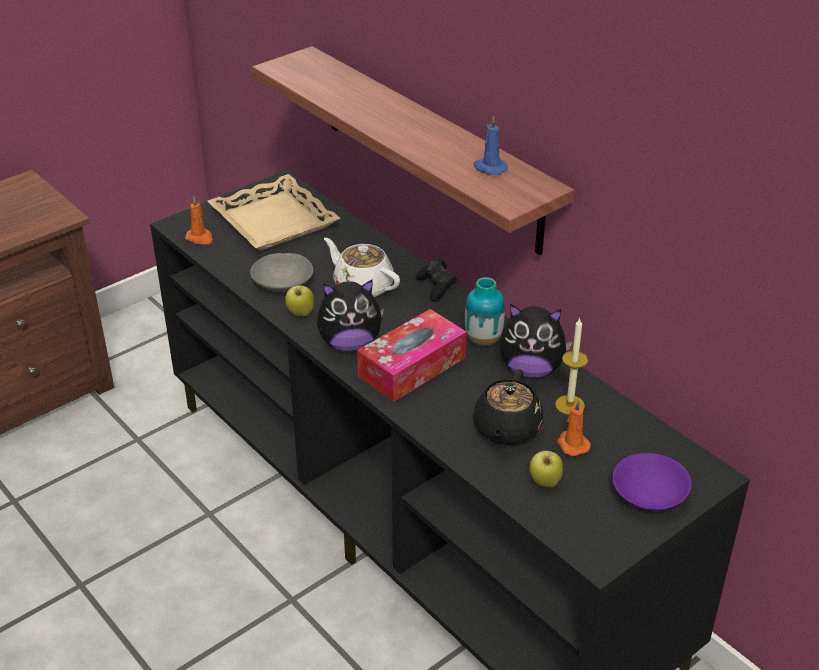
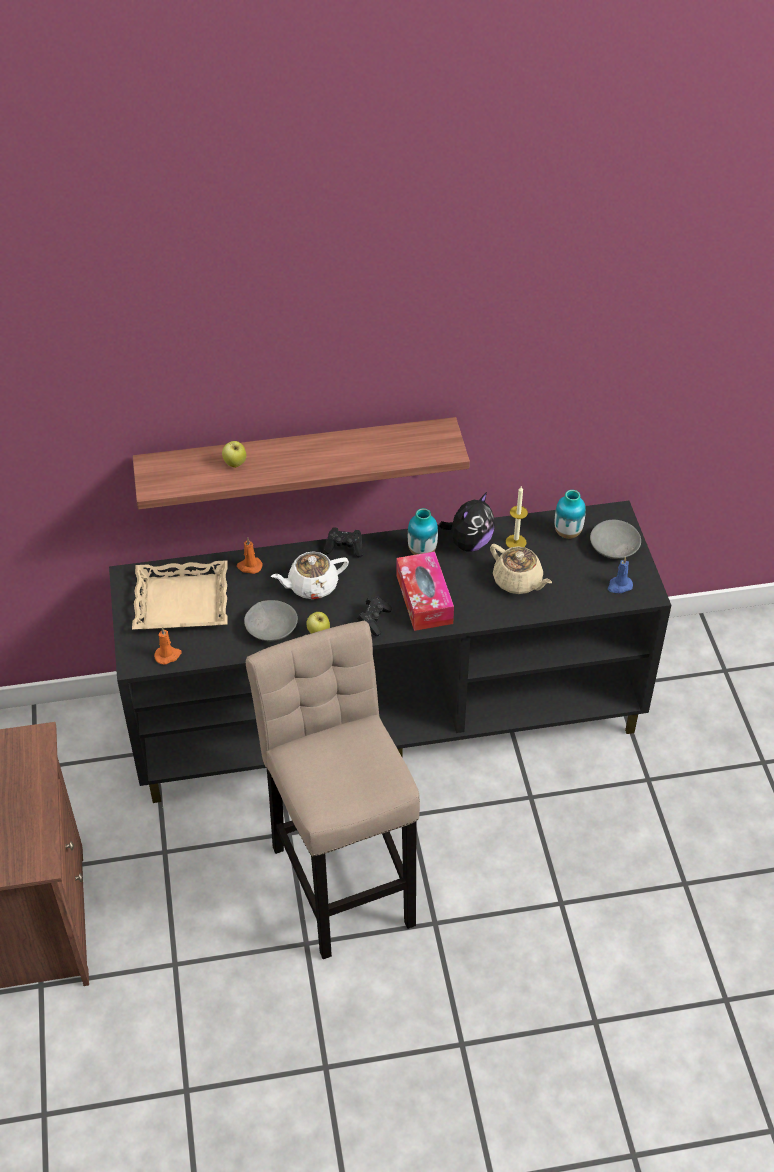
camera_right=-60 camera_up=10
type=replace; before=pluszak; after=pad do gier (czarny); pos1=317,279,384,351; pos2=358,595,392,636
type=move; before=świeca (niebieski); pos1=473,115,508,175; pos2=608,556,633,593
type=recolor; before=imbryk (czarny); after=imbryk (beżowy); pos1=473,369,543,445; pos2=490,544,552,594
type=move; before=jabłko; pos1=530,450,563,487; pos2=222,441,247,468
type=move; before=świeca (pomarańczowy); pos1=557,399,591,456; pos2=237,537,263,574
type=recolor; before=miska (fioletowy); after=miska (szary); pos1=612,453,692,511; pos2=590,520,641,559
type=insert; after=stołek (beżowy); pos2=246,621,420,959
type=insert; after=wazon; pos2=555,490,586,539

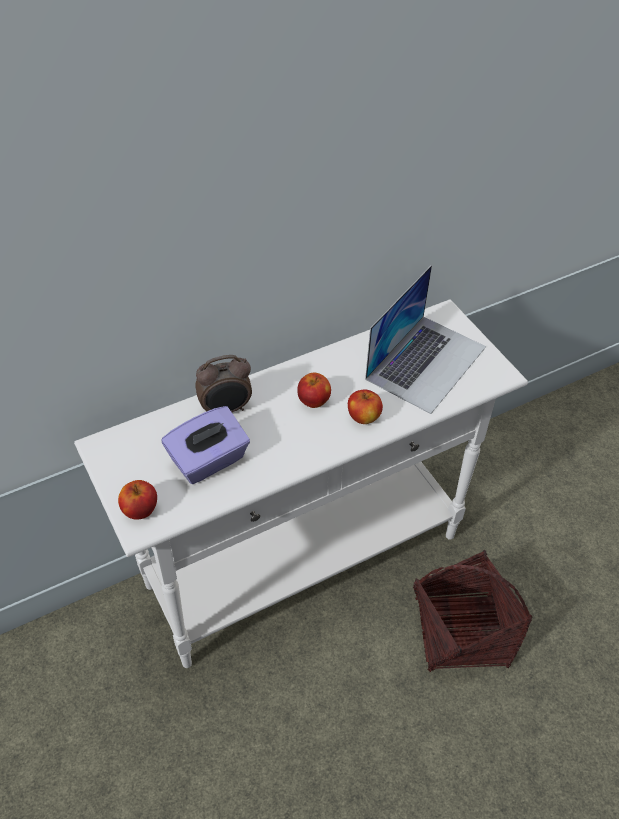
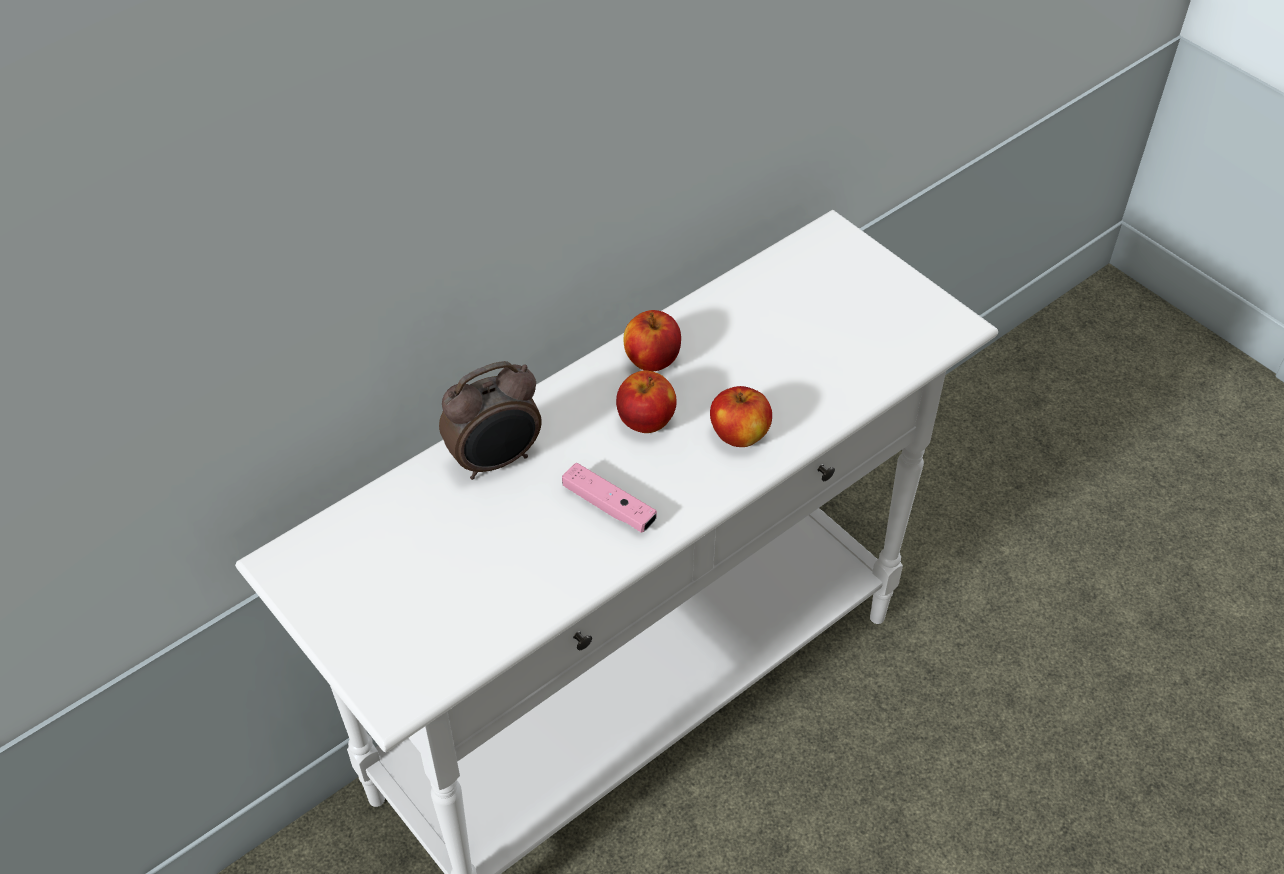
camera_right=-10 camera_up=0
type=move; before=jabłko; pos1=118,480,157,520; pos2=624,310,681,371
type=delete; before=pudełko chusteczek (fioletowy); pos1=162,406,250,484
type=delete; before=laptop; pos1=365,265,486,414
type=delete; before=koszyk; pos1=413,550,532,672
type=insert; after=pad do gier (różowy); pos2=562,463,657,533

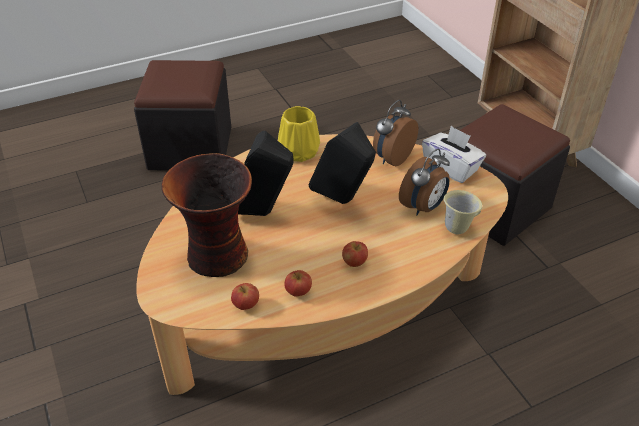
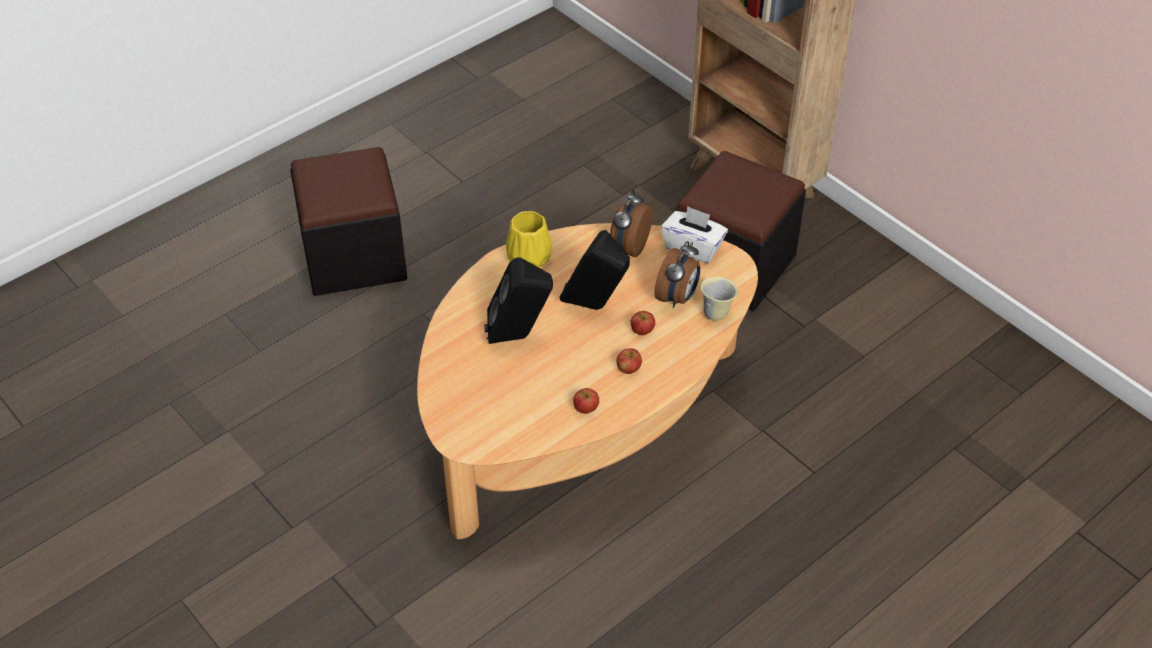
camera_right=-15 camera_up=5
type=delete; before=wazon; pos1=161,153,252,277
type=move; before=jabłko; pos1=231,283,259,310; pos2=631,311,655,335

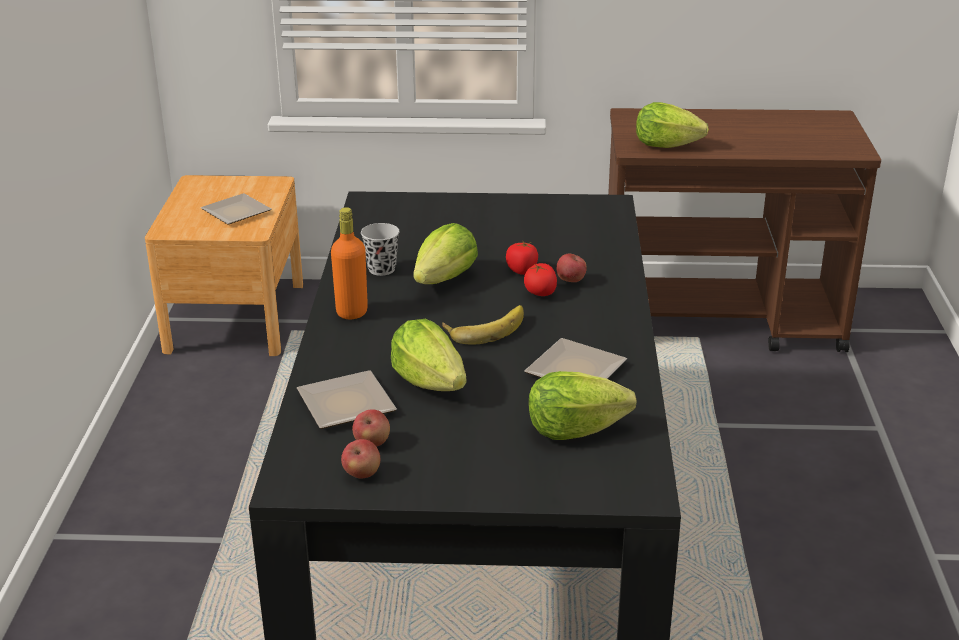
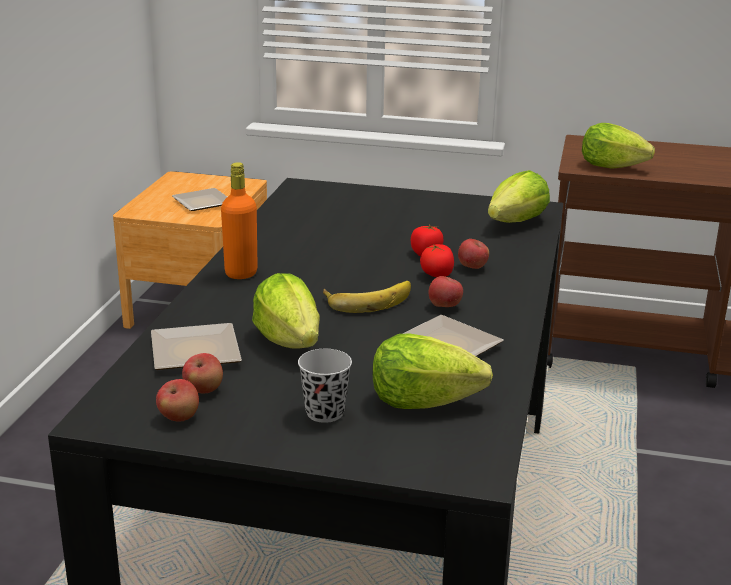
camera_right=10 camera_up=-5
type=move; before=filiżanka (czarny); pos1=361,223,399,276; pos2=298,349,352,423
type=move; before=sałata; pos1=413,223,478,284; pos2=488,170,550,223
type=insert; after=jabłko; pos2=429,276,463,307

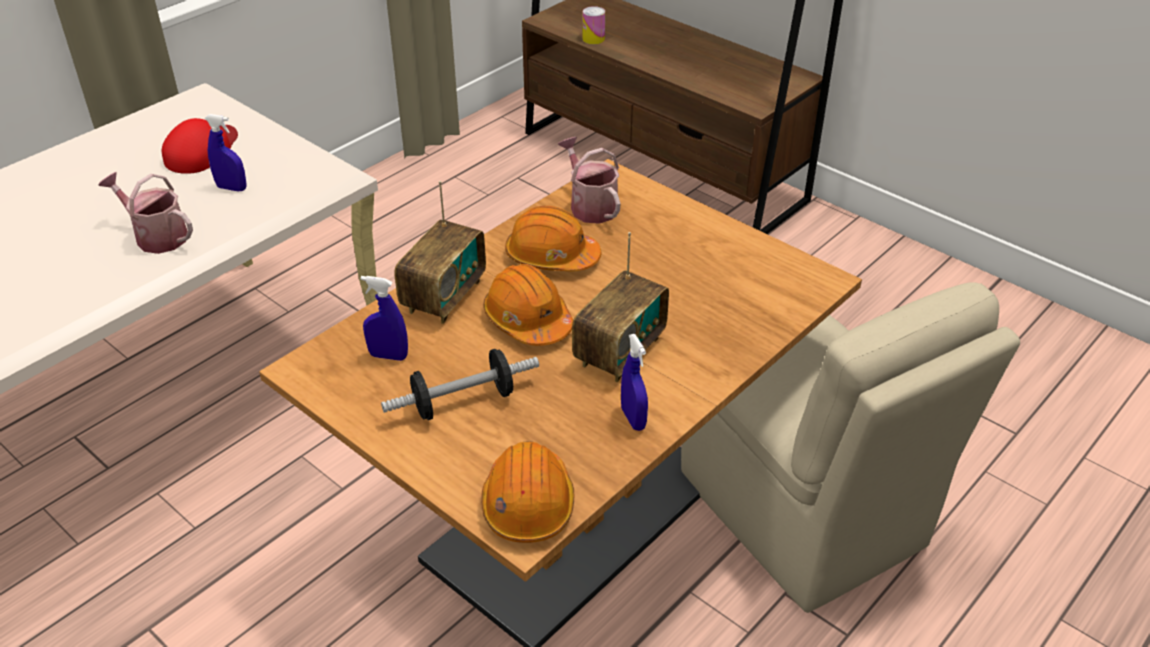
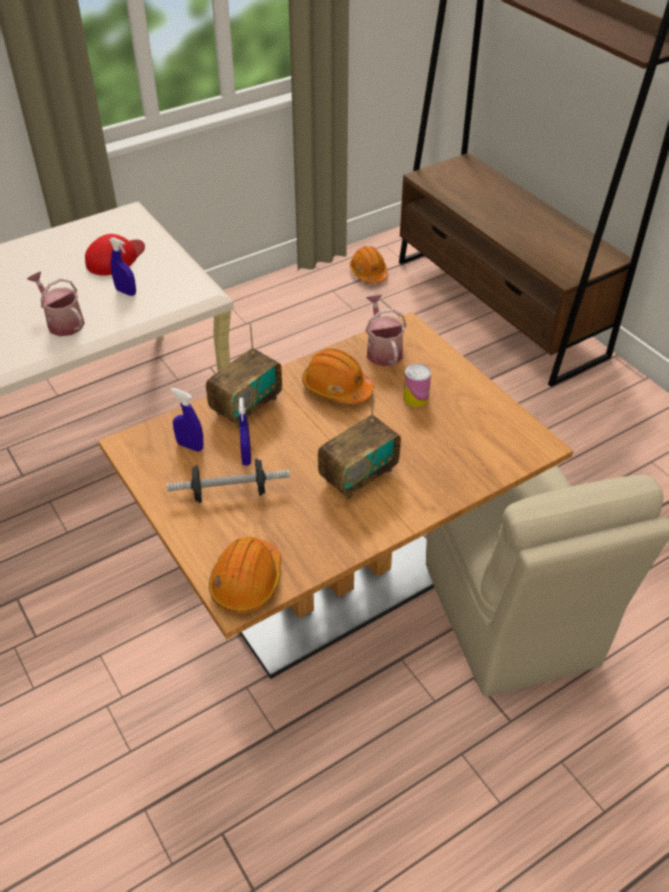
camera_right=15 camera_up=5
type=move; before=kask (pomarańczowy); pos1=483,264,573,346; pos2=350,246,388,283
type=move; before=puszka; pos1=583,6,605,44; pos2=403,364,431,407
type=move; before=spryskiwacz (niebieski); pos1=621,334,648,431; pos2=239,397,251,466

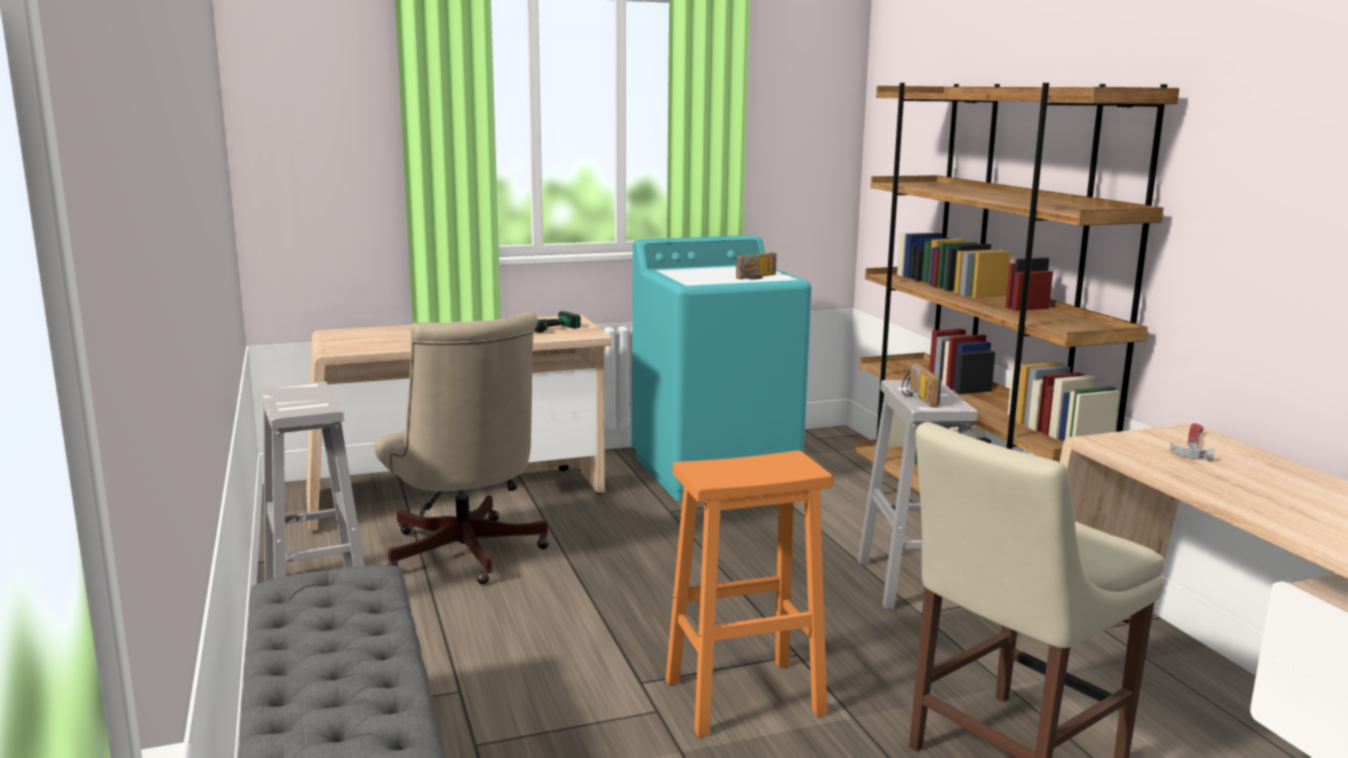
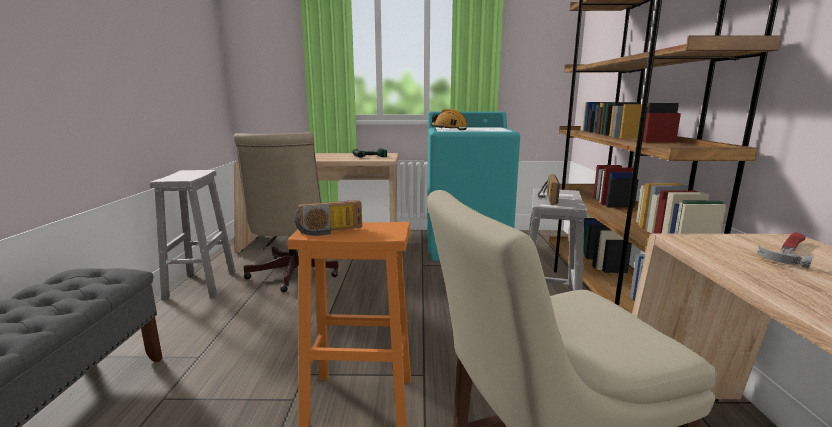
camera_right=20 camera_up=0
type=move; before=radio; pos1=736,252,777,279; pos2=294,200,362,236
type=insert; after=kask (pomarańczowy); pos2=431,109,468,130

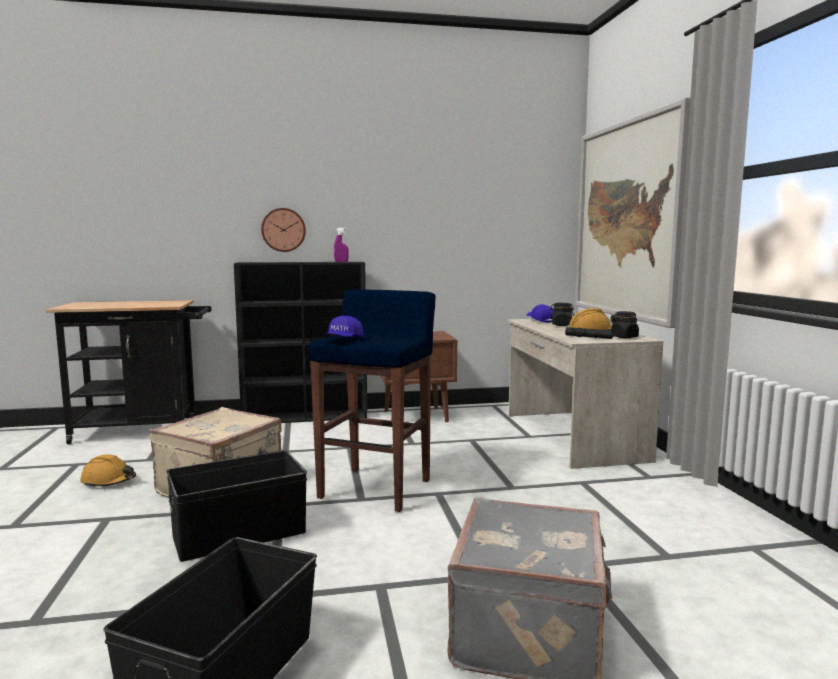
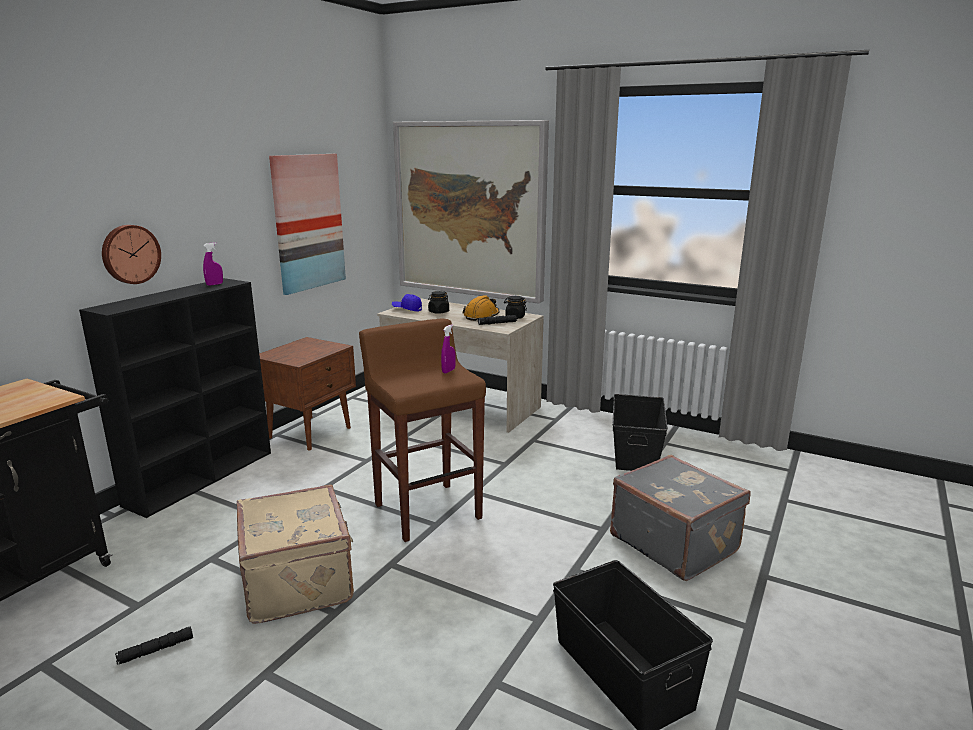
camera_right=-50 camera_up=10
type=replace; before=kask (pomarańczowy); after=latarka (czarny); pos1=80,454,136,488; pos2=115,626,193,665
type=move; before=pojemnik do przechowywania (czarny); pos1=167,450,307,562; pos2=612,394,668,471
type=recolor; before=stołek (niebieski); after=stołek (brązowy); pos1=308,289,436,512; pos2=359,318,486,542
type=delete; before=czapka z daszkiem (niebieski); pos1=323,316,363,337
type=insert; after=obraz; pos2=269,154,346,295
type=insert; after=spryskiwacz (fioletowy); pos2=441,325,456,373

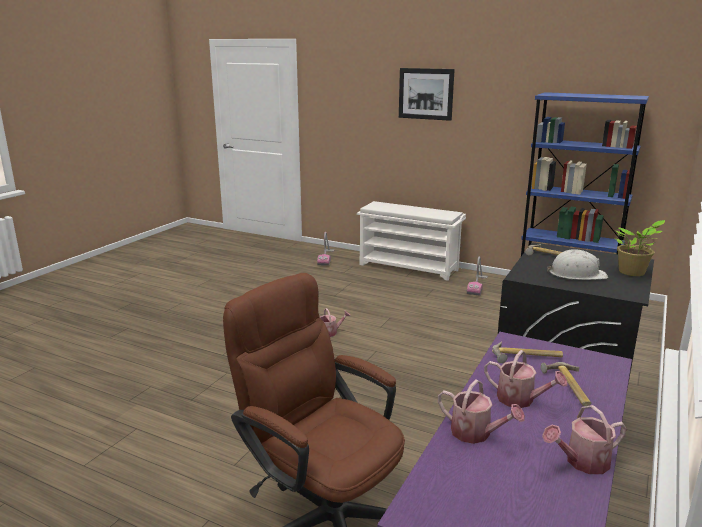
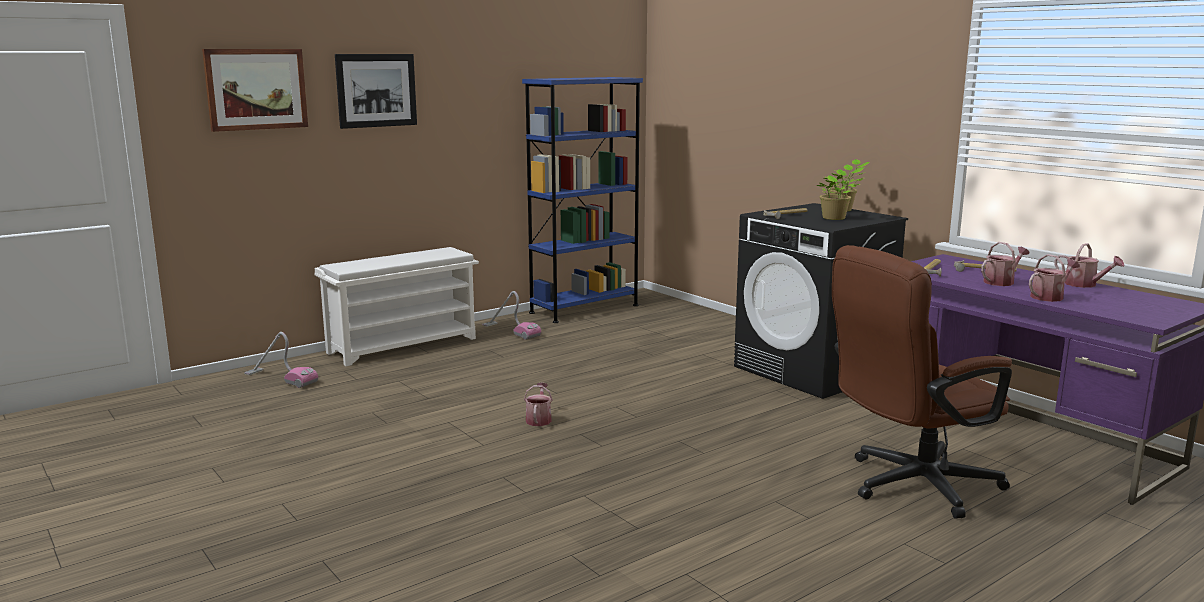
camera_right=-65 camera_up=-5
type=rotate; before=konewka; pos1=542,405,627,474; pos2=1054,243,1125,288; turn=-45
type=replace; before=kask (biały); after=roślina doniczkowa; pos1=547,249,608,280; pos2=816,164,865,220
type=insert; after=obraz; pos2=202,49,308,132

